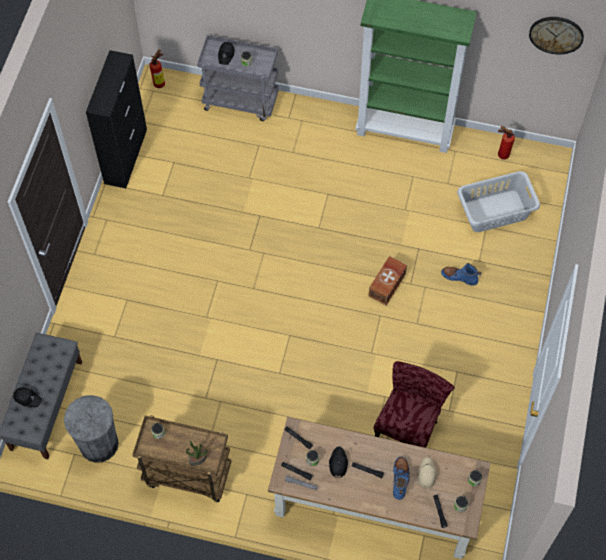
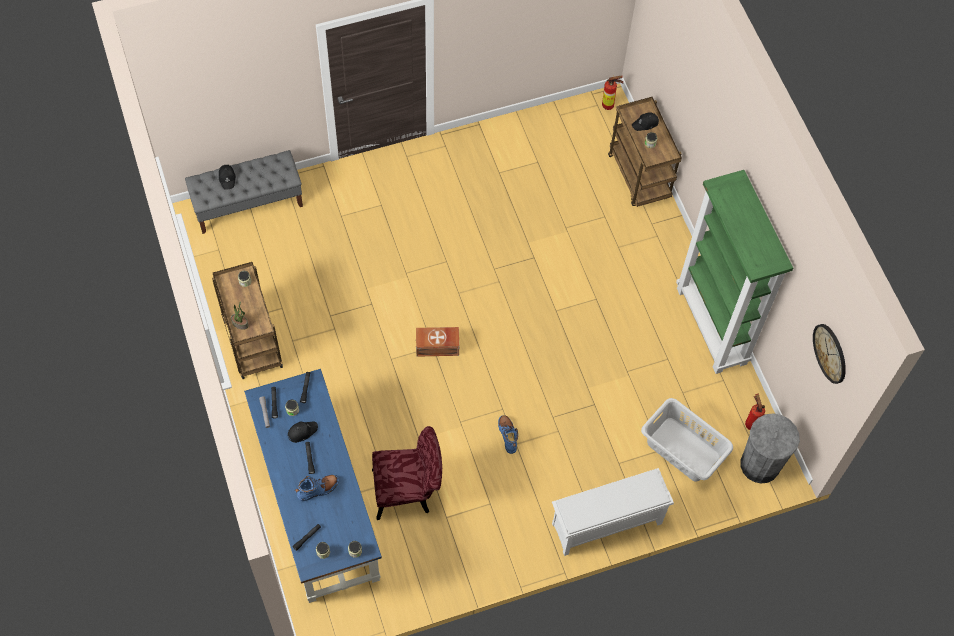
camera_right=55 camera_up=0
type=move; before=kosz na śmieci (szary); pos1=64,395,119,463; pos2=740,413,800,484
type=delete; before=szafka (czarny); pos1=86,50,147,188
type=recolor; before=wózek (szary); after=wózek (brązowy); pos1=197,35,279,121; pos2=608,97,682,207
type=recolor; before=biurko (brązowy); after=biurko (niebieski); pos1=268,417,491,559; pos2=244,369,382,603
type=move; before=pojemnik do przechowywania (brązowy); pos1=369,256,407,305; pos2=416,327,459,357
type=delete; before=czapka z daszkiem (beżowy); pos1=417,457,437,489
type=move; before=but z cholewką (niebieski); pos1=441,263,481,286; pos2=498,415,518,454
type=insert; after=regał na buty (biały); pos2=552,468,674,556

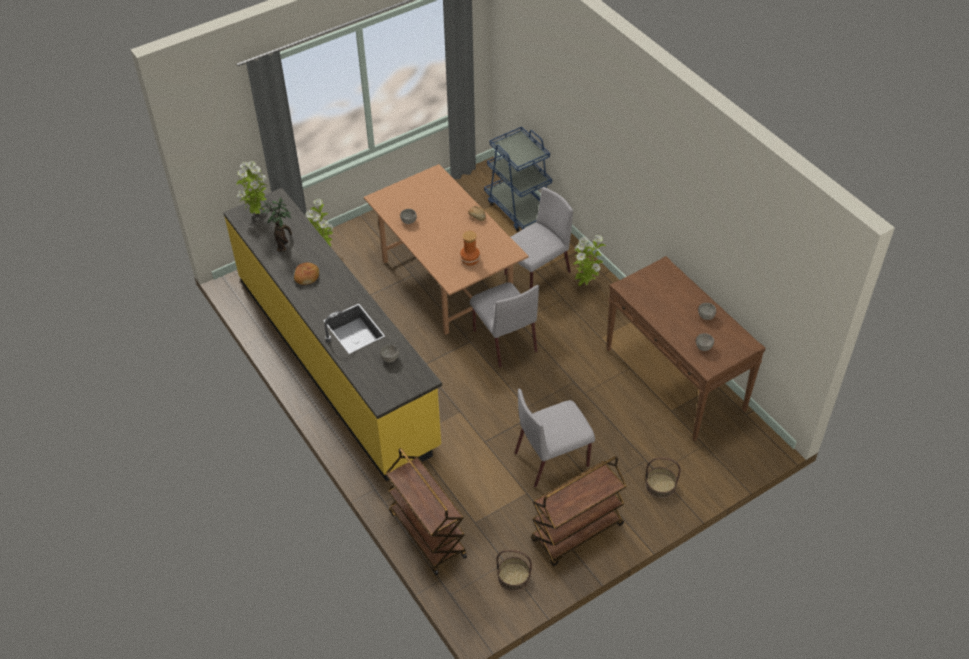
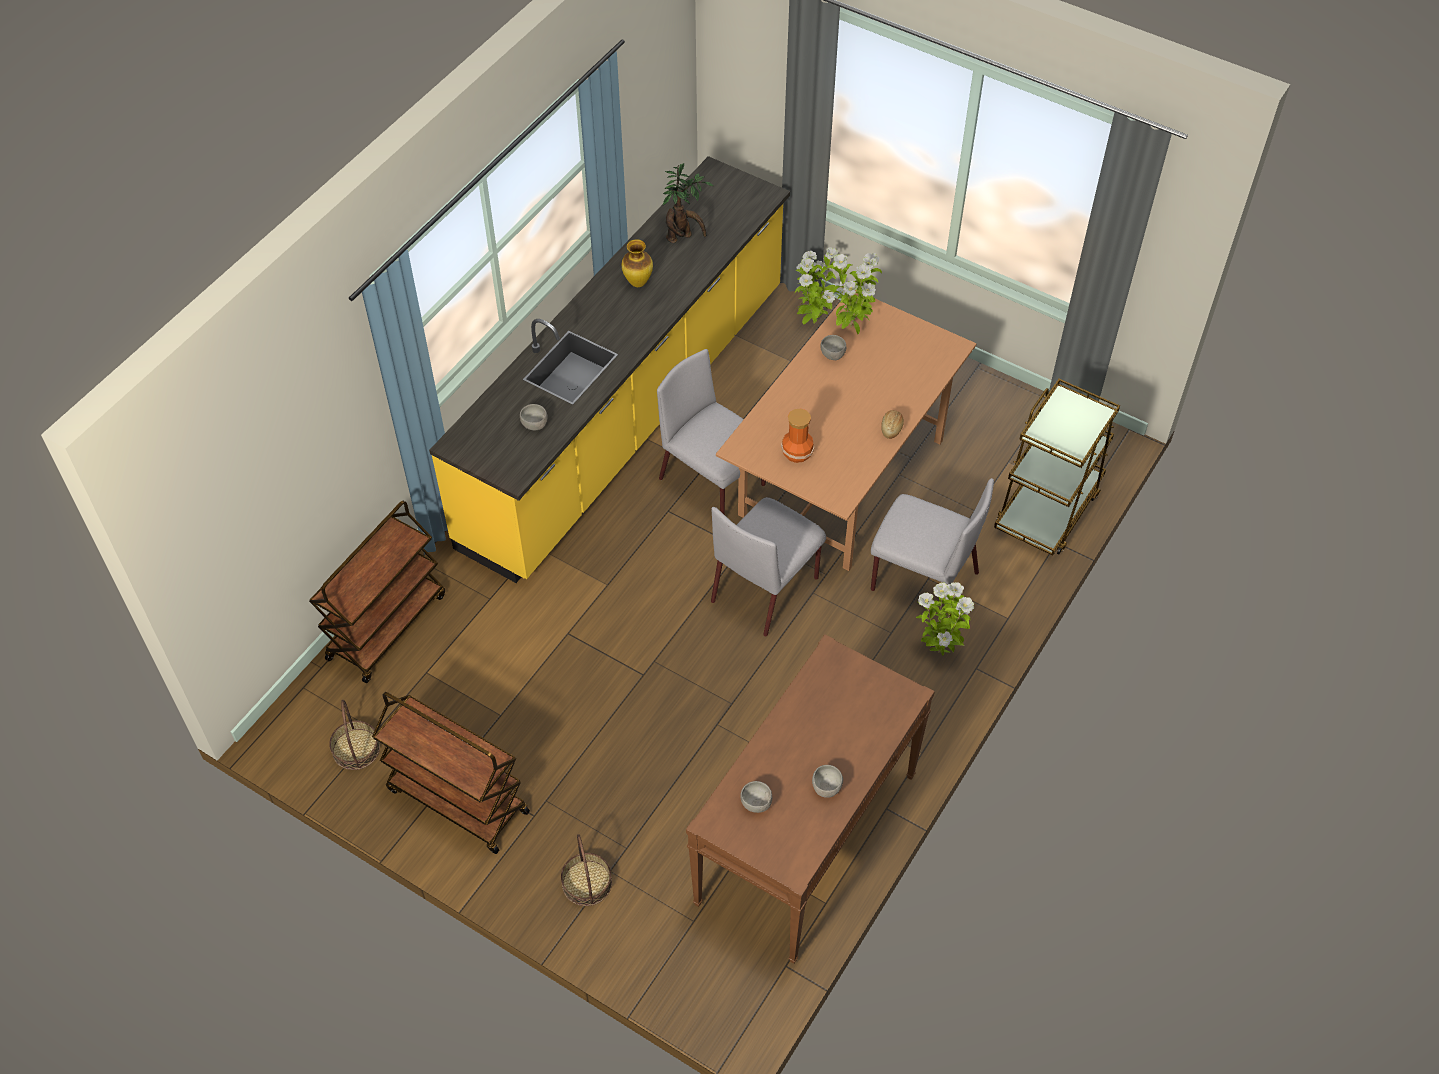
camera_right=65 camera_up=5
type=move; before=roślina doniczkowa; pos1=237,161,267,214; pos2=827,253,882,334
type=replace; before=chleb; after=wazon; pos1=294,262,319,285; pos2=621,239,653,287
type=recolor; before=wózek (niebieski); after=wózek (brązowy); pos1=484,126,552,232; pos2=994,379,1120,556
type=move; before=krzesło (szary); pos1=515,388,595,487; pos2=657,349,766,515

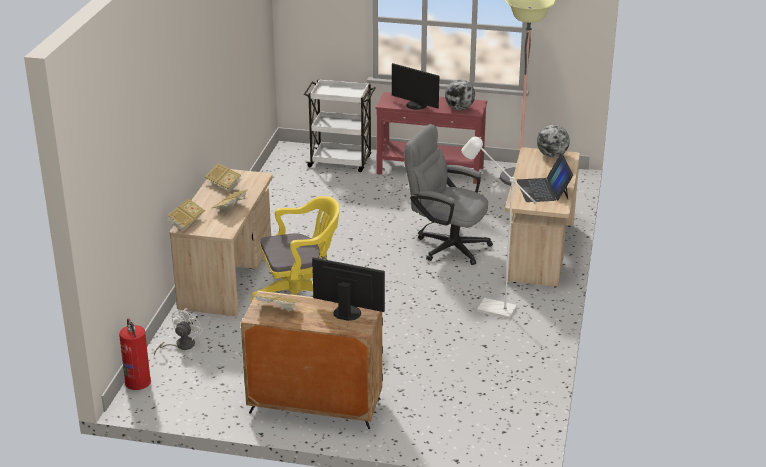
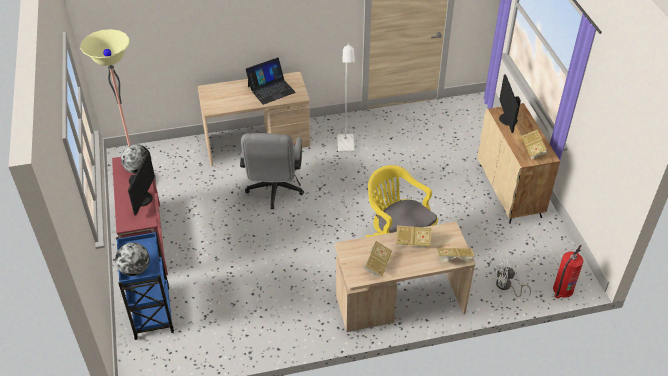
camera_right=-115 camera_up=15
type=recolor; before=wózek (biały); after=wózek (niebieski); pos1=304,79,375,172; pos2=116,228,174,340
type=move; before=globus; pos1=537,125,570,157; pos2=115,242,150,276

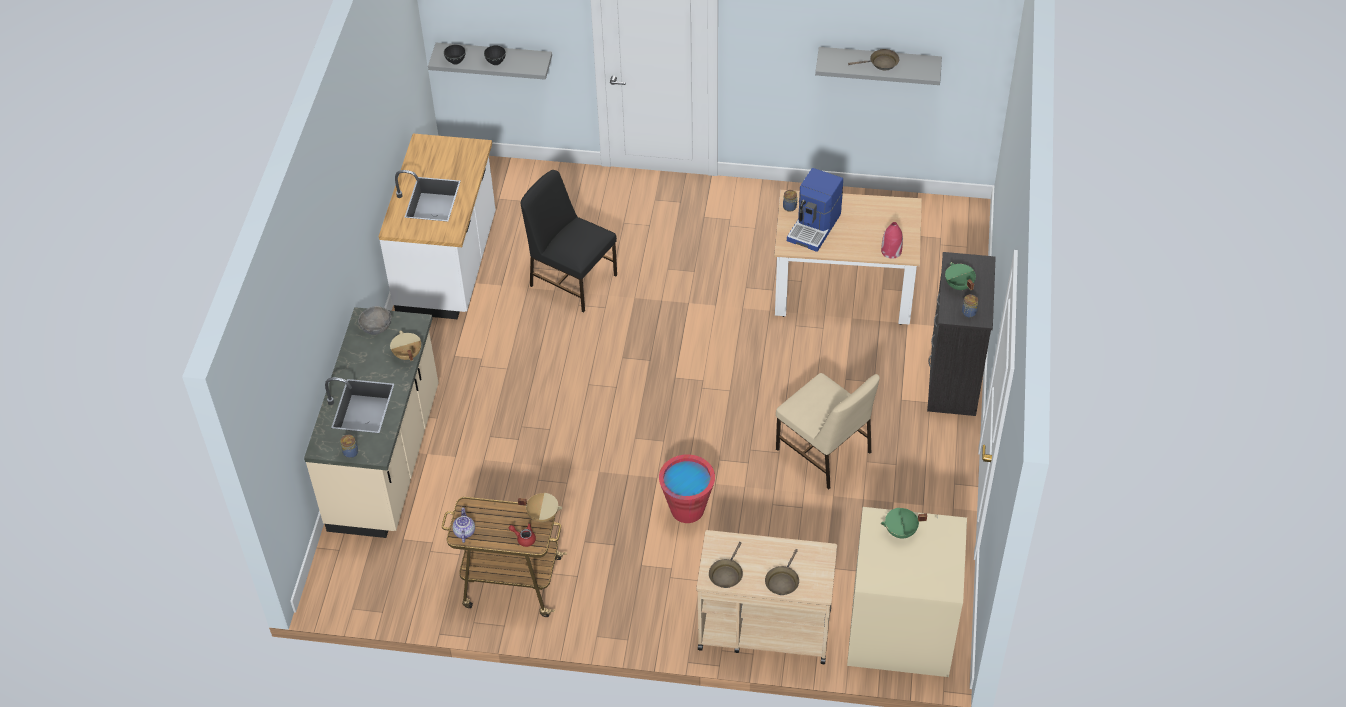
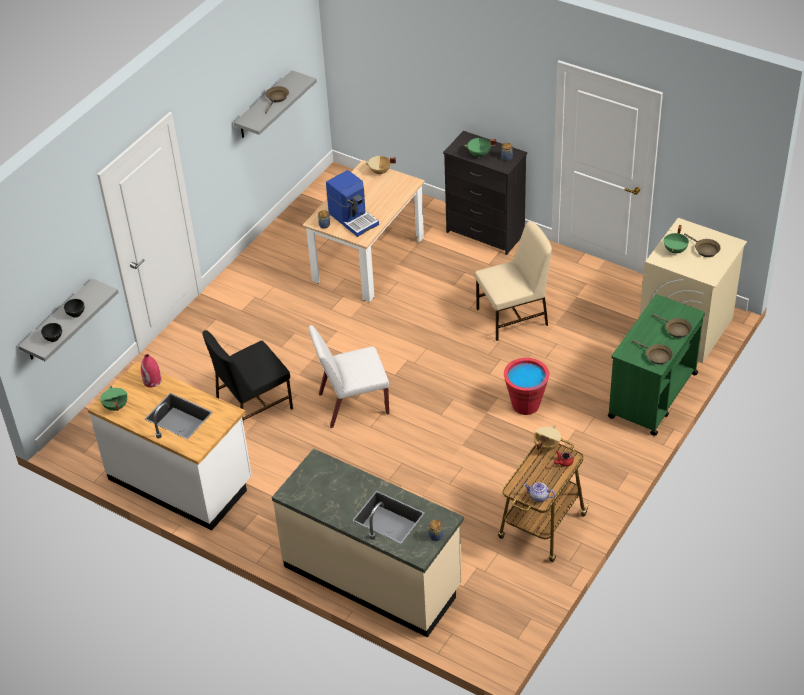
camera_right=-65 camera_up=-5
type=delete; before=miska (szary); pos1=358,306,391,335
type=move; before=garnek (beżowy); pos1=390,331,421,361; pos2=365,156,396,175
type=recolor; before=wózek (beżowy); after=wózek (zielony); pos1=697,530,837,664; pos2=608,294,705,436
type=move; before=wazon (czerwony); pos1=881,222,903,259; pos2=141,354,162,387
type=insert; after=garnek (zielony); pos2=100,386,127,411
type=insert; after=krzesło (biały); pos2=308,325,389,428
type=insert; after=patelnia (brązowy); pos2=684,233,721,257

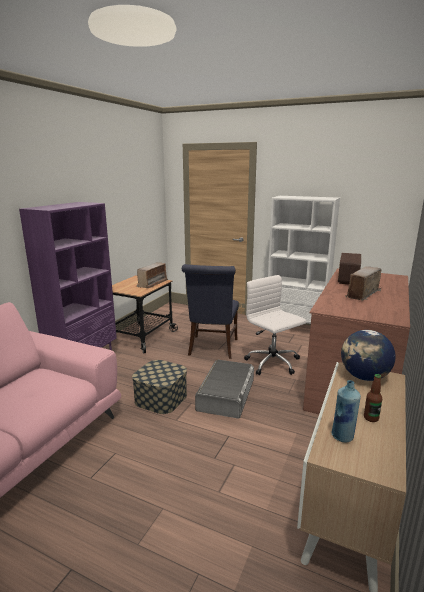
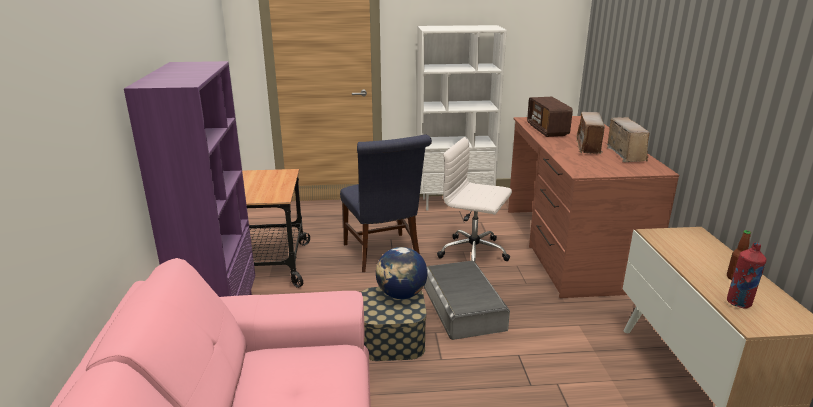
camera_right=-30 camera_up=5
type=move; before=radio; pos1=137,262,167,288; pos2=607,117,649,162
type=recolor; before=butelka (niebieski); after=butelka (czerwony); pos1=331,380,361,442; pos2=727,242,767,309
type=move; before=globus; pos1=341,330,395,381; pos2=376,247,428,299

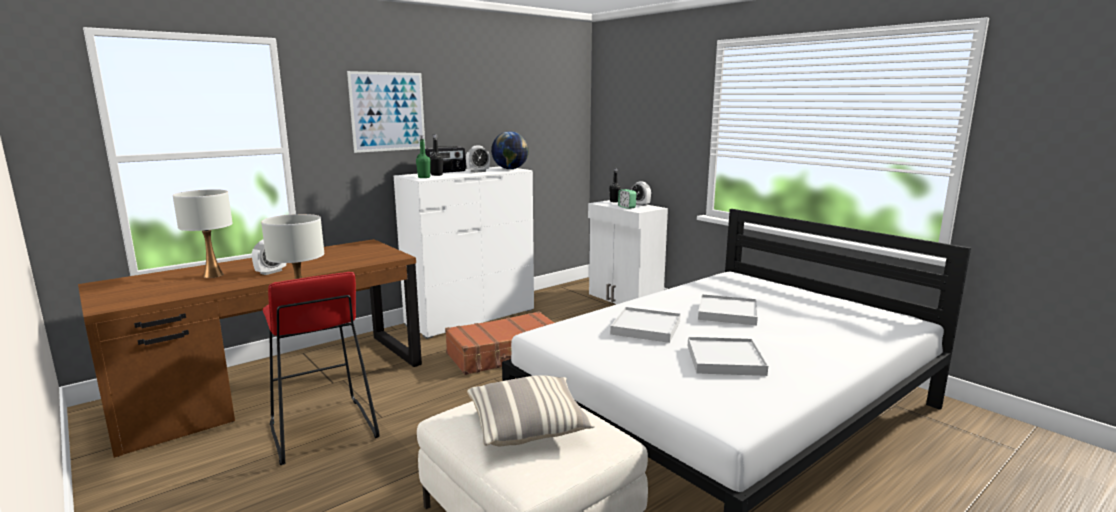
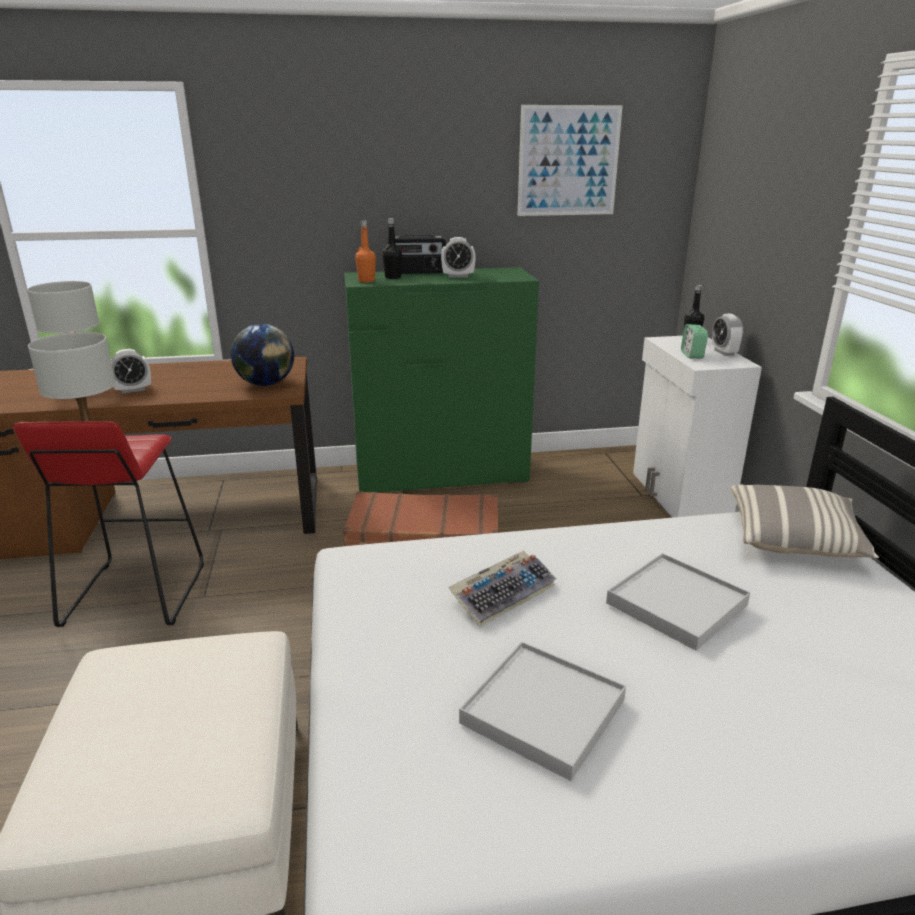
camera_right=30 camera_up=10
type=move; before=obraz; pos1=347,71,426,153; pos2=518,105,623,216
type=recolor; before=komoda (biały); after=komoda (zielony); pos1=394,166,534,339; pos2=344,267,539,493
type=recolor; before=butelka (zielony); after=butelka (pomarańczowy); pos1=416,135,431,178; pos2=355,220,376,283
type=move; before=poduszka; pos1=467,375,595,446; pos2=731,485,879,558
type=move; before=globus; pos1=491,131,529,169; pos2=231,324,294,386
type=replace; before=taca (biały); after=klawiatura; pos1=610,307,681,343; pos2=448,551,556,627

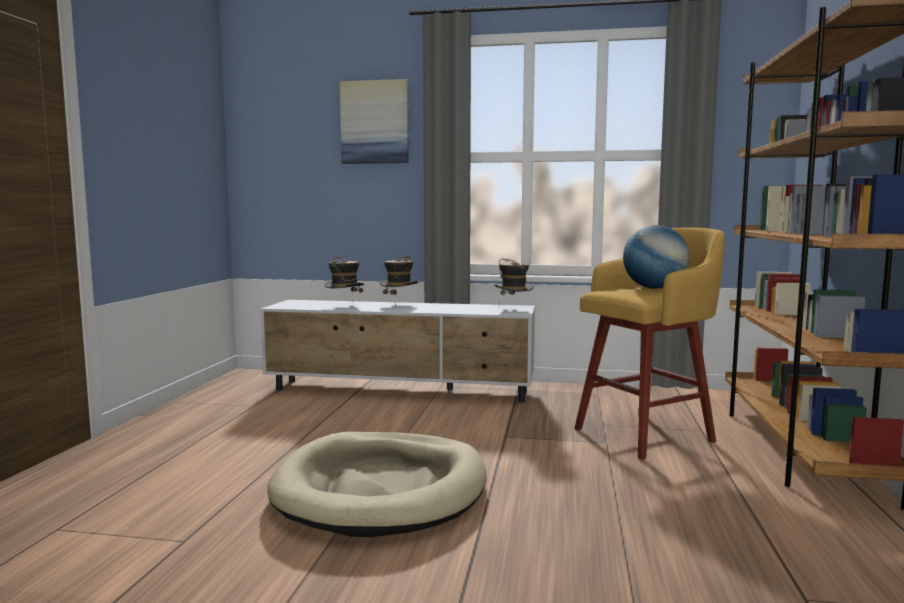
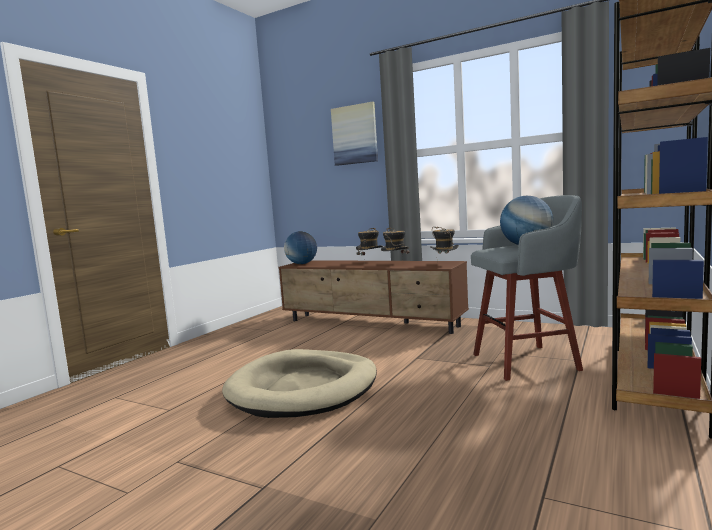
camera_right=20 camera_up=0
type=recolor; before=szafka pod telewizor (biały); after=szafka pod telewizor (brązowy); pos1=260,300,535,403; pos2=279,260,469,334
type=move; before=kapelusz; pos1=325,256,364,293; pos2=381,227,409,256
type=recolor; before=stołek (żółty); after=stołek (szary); pos1=574,228,725,460; pos2=471,195,583,381
type=insert; after=globus; pos2=284,231,317,264

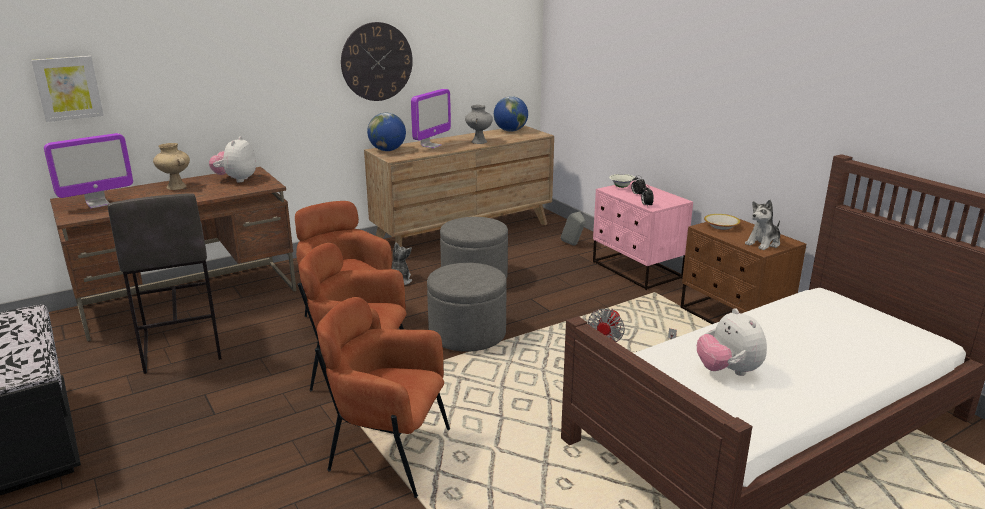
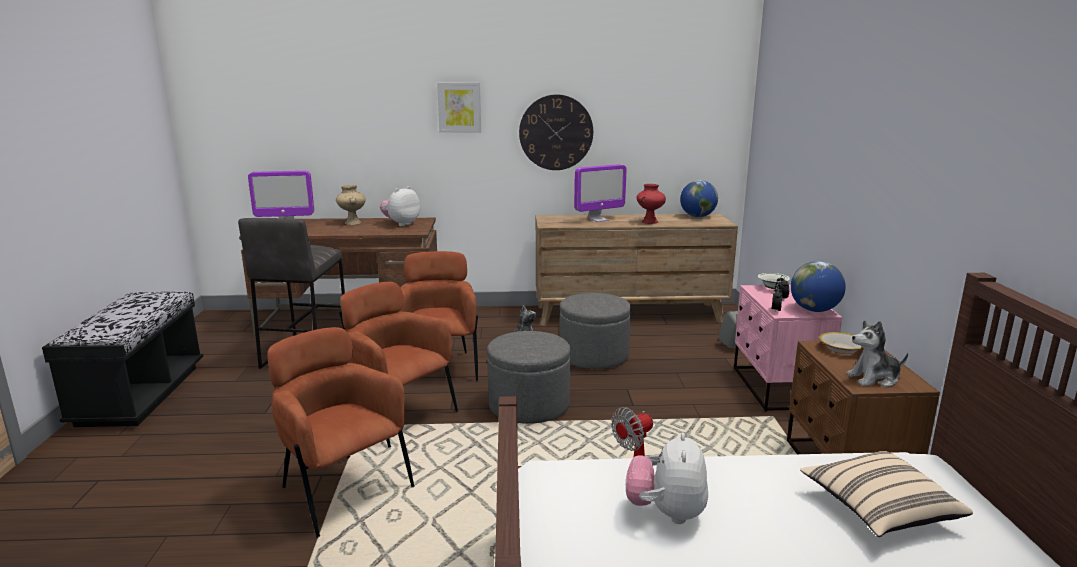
camera_right=30 camera_up=-5
type=move; before=obraz; pos1=31,56,104,122; pos2=437,82,481,133
type=move; before=globus; pos1=367,113,406,151; pos2=791,261,846,312
type=recolor; before=wazon (szary); after=wazon (czerwony); pos1=465,105,493,144; pos2=636,184,666,224
type=insert; after=poduszka (beżowy); pos2=800,451,973,537

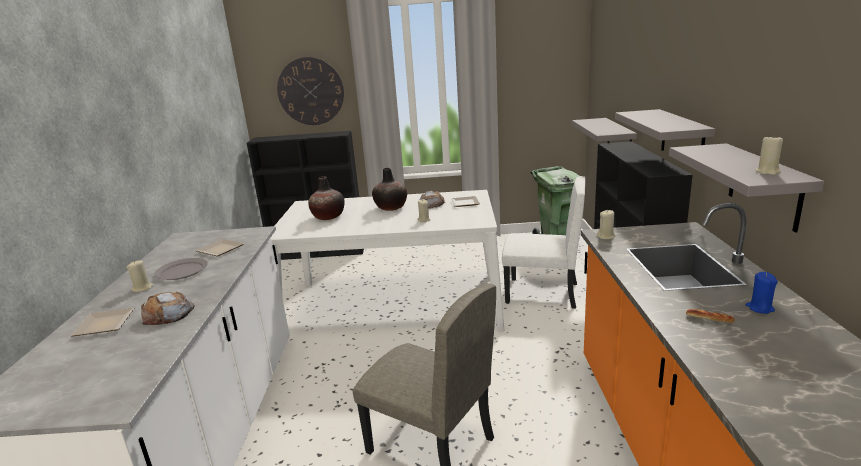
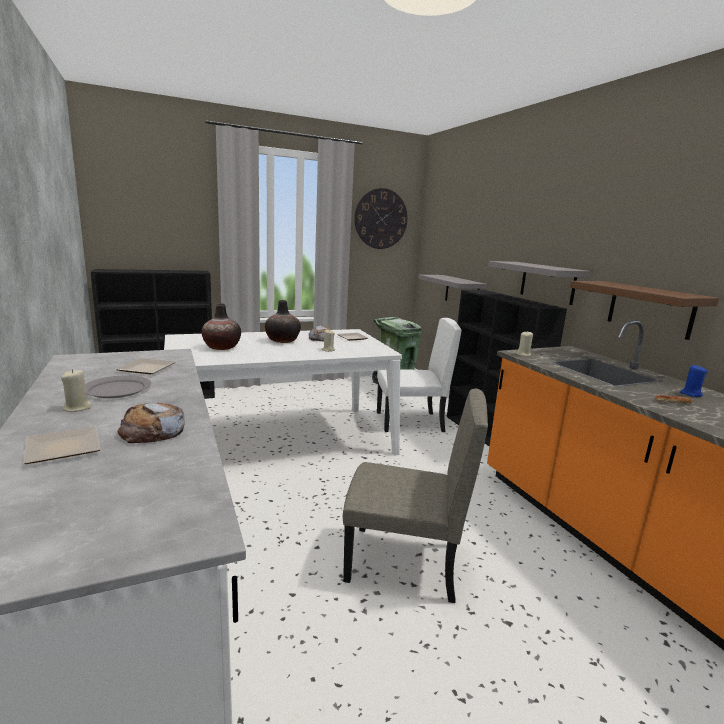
camera_right=-25 camera_up=-5
type=move; before=zegar ścienny; pos1=277,57,344,125; pos2=354,188,408,249
type=recolor; before=półka (szary); after=półka (brązowy); pos1=669,143,825,233; pos2=570,281,719,340
type=delete; before=świeca (beżowy); pos1=756,135,783,175

